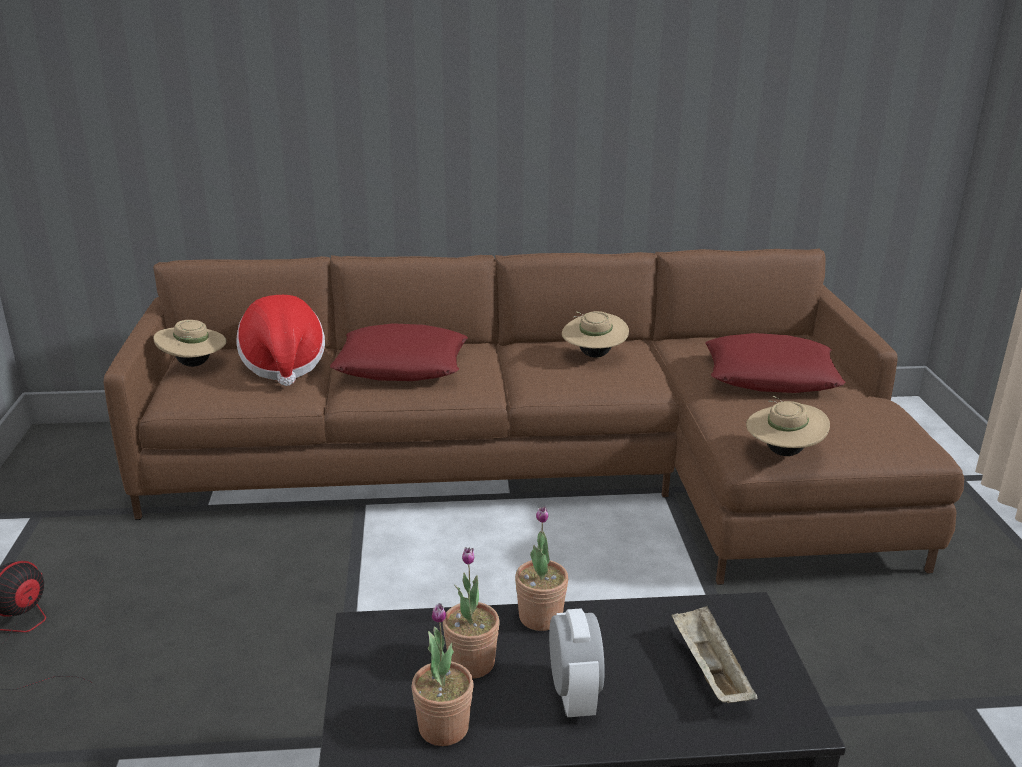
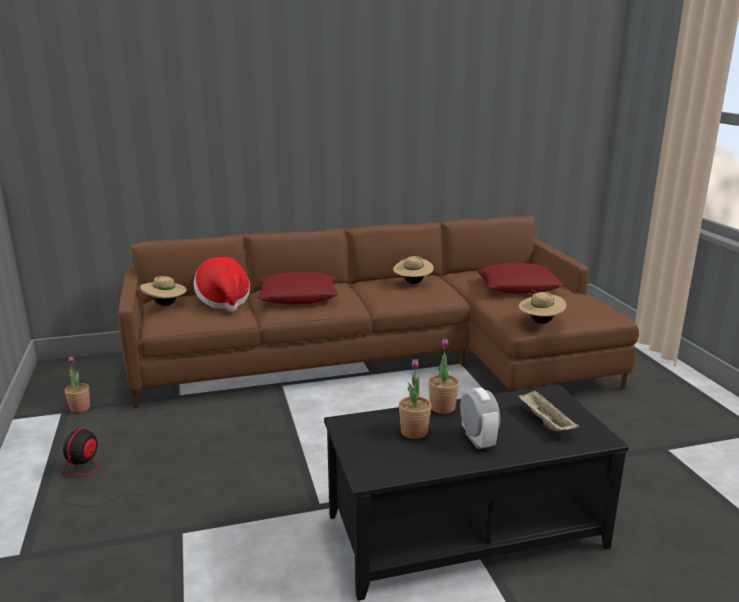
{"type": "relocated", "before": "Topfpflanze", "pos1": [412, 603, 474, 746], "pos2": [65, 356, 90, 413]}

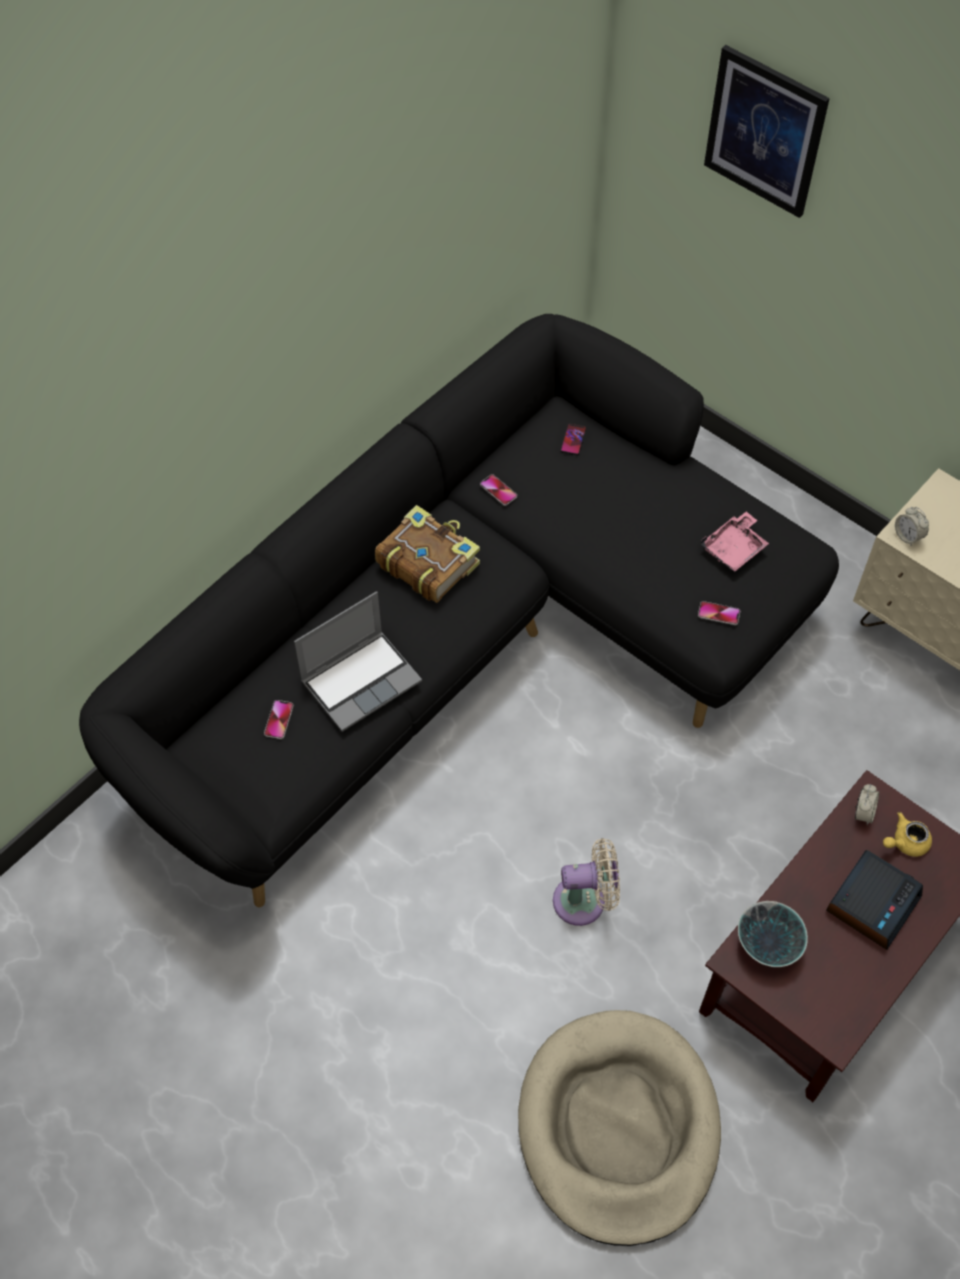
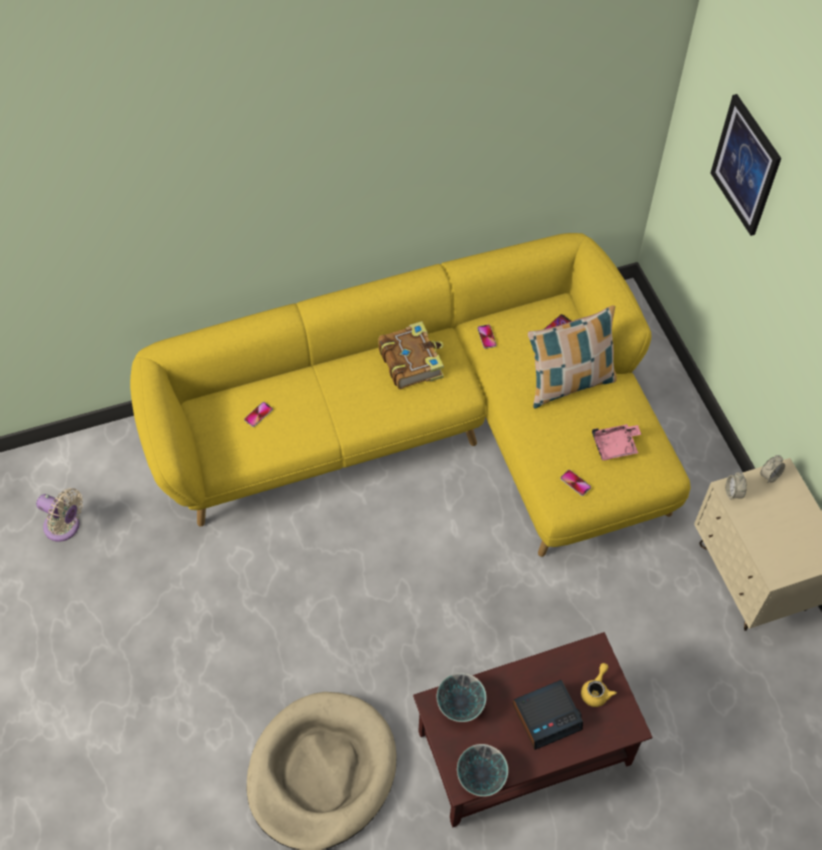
{"type": "missing", "before": "Laptop", "pos1": [294, 591, 422, 732]}
{"type": "appeared", "after": "Schüssel", "pos2": [457, 744, 508, 797]}
{"type": "appeared", "after": "Kissen", "pos2": [528, 305, 617, 408]}
{"type": "relocated", "before": "Ventilator (beige)", "pos1": [553, 838, 620, 926], "pos2": [36, 488, 83, 542]}
{"type": "relocated", "before": "Wecker", "pos1": [855, 784, 879, 825], "pos2": [760, 455, 785, 483]}
{"type": "colour", "before": "Sofa (schwarz)", "after": "Sofa (gelb)", "pos1": [79, 314, 839, 907], "pos2": [130, 233, 691, 557]}
{"type": "spun", "before": "Teekanne (gelb)", "pos1": [883, 812, 932, 857], "pos2": [581, 663, 617, 707], "turn": 105}

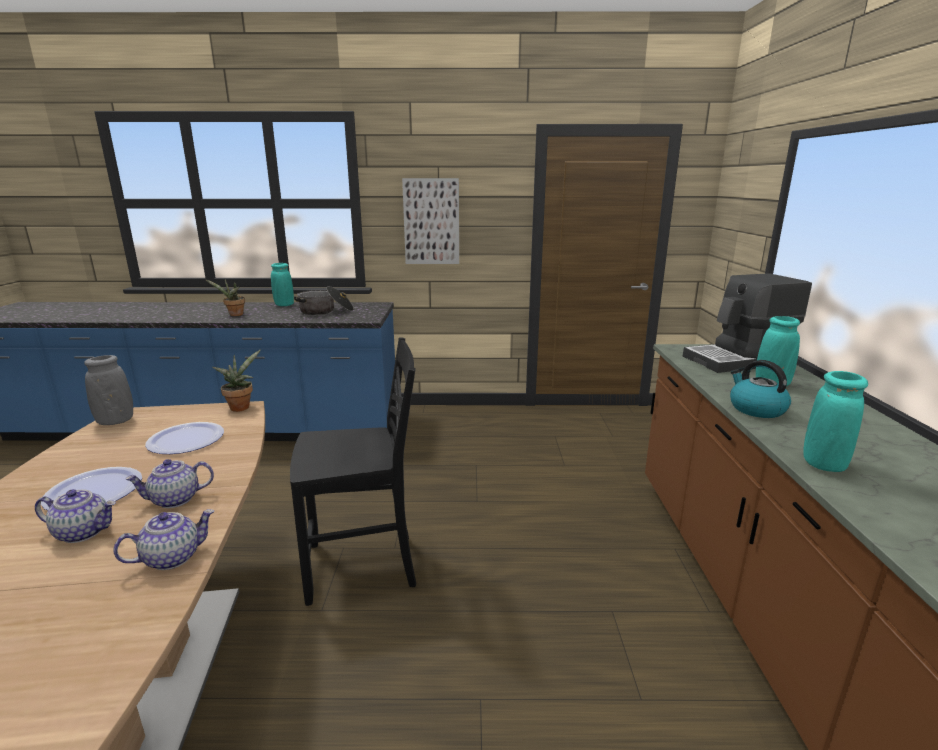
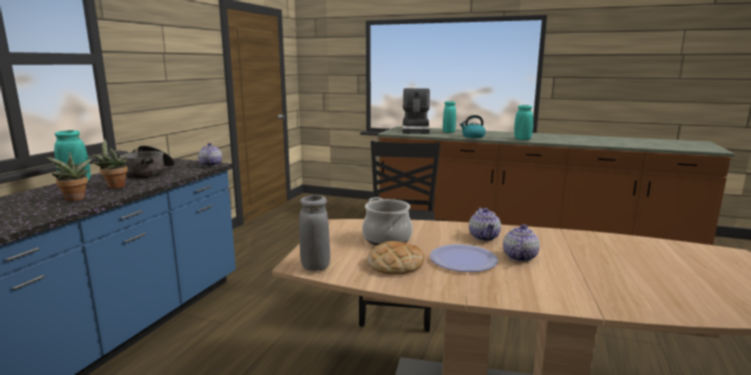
{"type": "missing", "before": "Bild", "pos1": [402, 178, 459, 264]}
{"type": "appeared", "after": "Brot", "pos2": [367, 241, 424, 275]}
{"type": "relocated", "before": "Teekanne", "pos1": [113, 509, 214, 570], "pos2": [198, 143, 222, 167]}
{"type": "relocated", "before": "Topfpflanze", "pos1": [212, 350, 261, 412], "pos2": [92, 139, 128, 189]}
{"type": "exchanged", "before": "Teller", "after": "Kochtopf", "pos1": [145, 422, 224, 454], "pos2": [362, 197, 413, 245]}

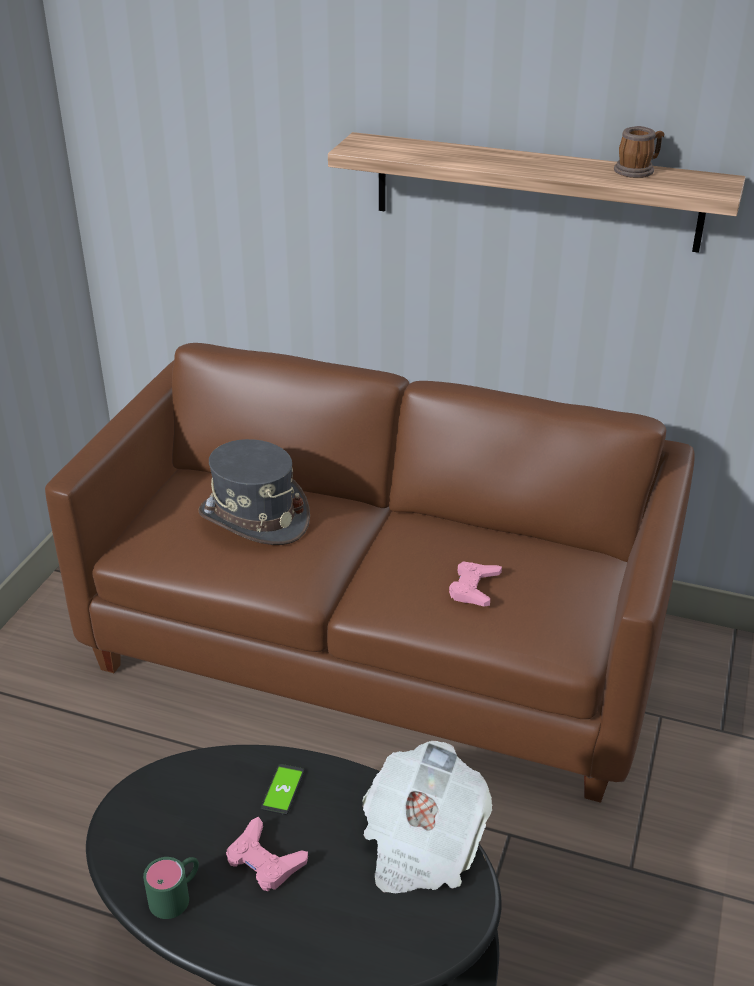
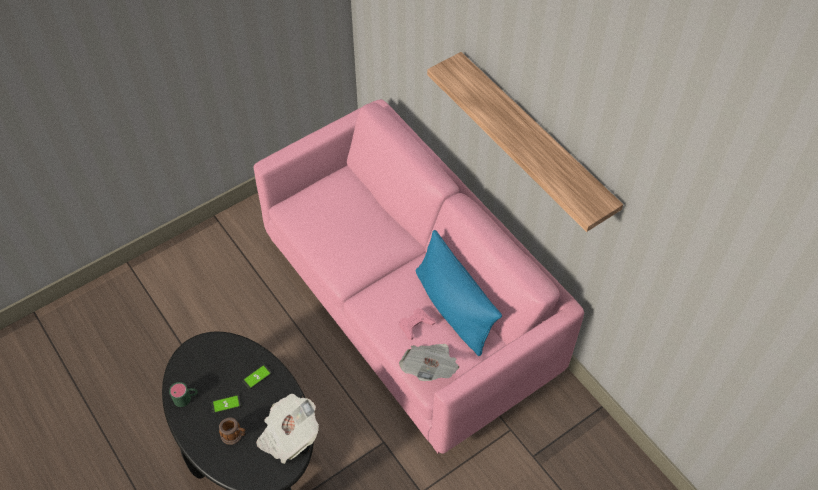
{"type": "missing", "before": "Hut (grau)", "pos1": [198, 439, 310, 545]}
{"type": "appeared", "after": "Zeitung", "pos2": [399, 344, 459, 381]}
{"type": "appeared", "after": "Kissen (blau)", "pos2": [416, 230, 502, 356]}
{"type": "relocated", "before": "Henkelbecher", "pos1": [614, 126, 664, 178], "pos2": [219, 417, 245, 445]}
{"type": "exchanged", "before": "Gamepad (rosa)", "after": "Handy", "pos1": [226, 817, 308, 891], "pos2": [211, 395, 242, 414]}
{"type": "colour", "before": "Sofa (braun)", "after": "Sofa (rosa)", "pos1": [45, 343, 695, 803], "pos2": [254, 99, 584, 454]}

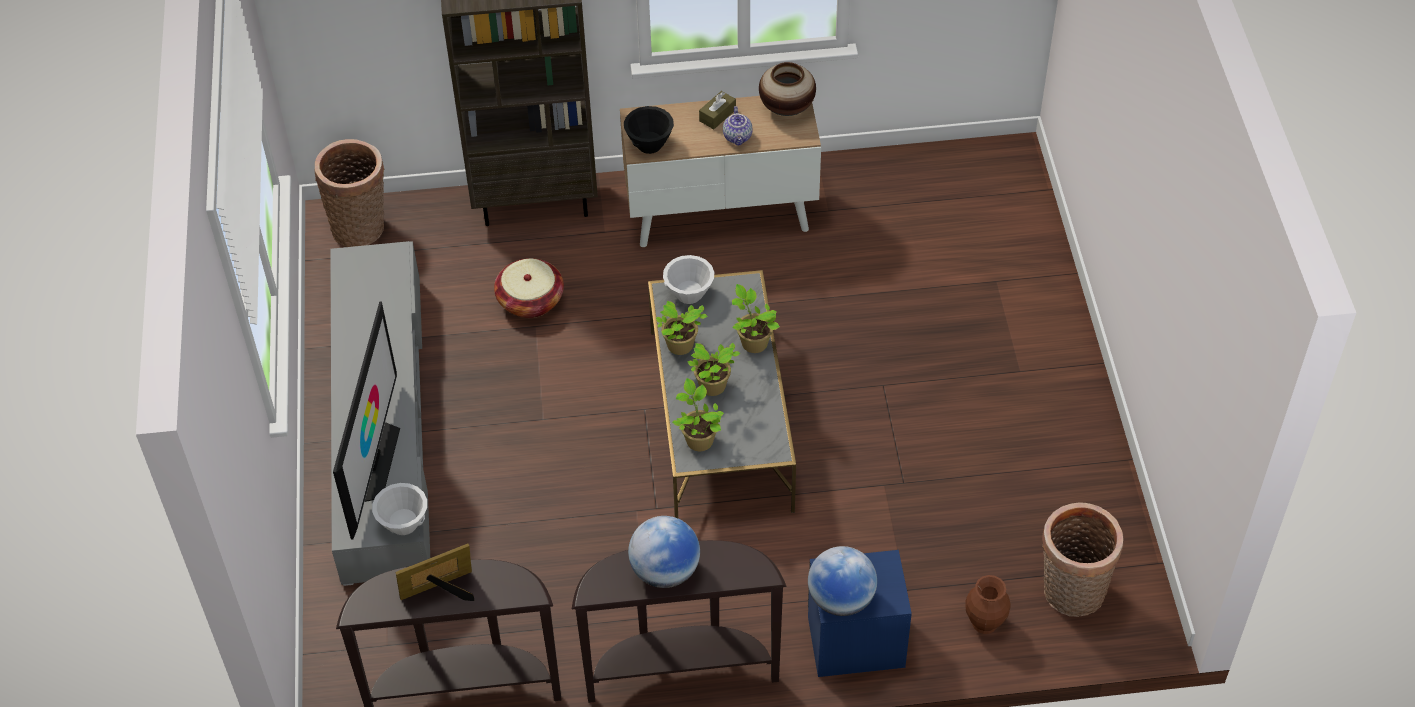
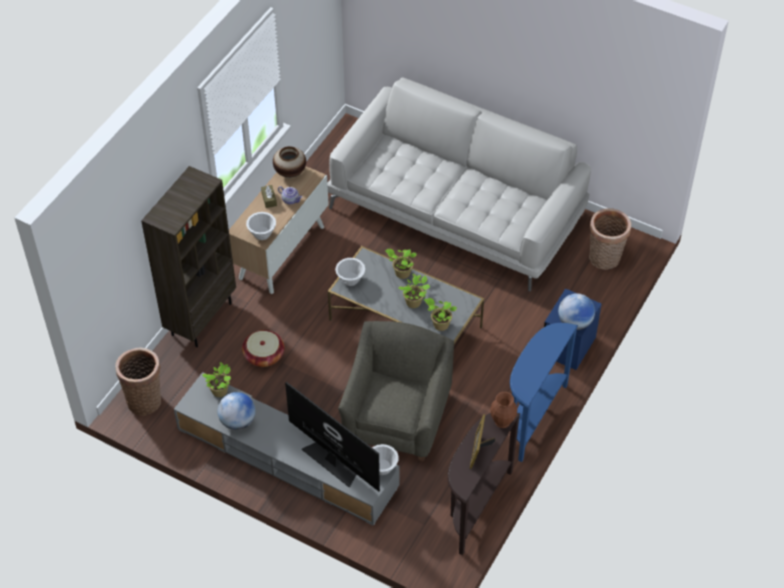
{"type": "appeared", "after": "Sofa (weiß)", "pos2": [327, 78, 592, 291]}
{"type": "appeared", "after": "Sessel (grau)", "pos2": [338, 321, 454, 461]}
{"type": "relocated", "before": "Globus", "pos1": [628, 516, 700, 588], "pos2": [218, 392, 256, 430]}
{"type": "relocated", "before": "Topfpflanze", "pos1": [656, 301, 708, 355], "pos2": [202, 362, 231, 397]}
{"type": "relocated", "before": "Vase (braun)", "pos1": [966, 575, 1011, 634], "pos2": [490, 392, 517, 428]}
{"type": "colour", "before": "Konsolentisch (braun)", "after": "Konsolentisch (blau)", "pos1": [572, 540, 787, 703], "pos2": [510, 323, 578, 462]}
{"type": "colour", "before": "Schüssel (schwarz)", "after": "Schüssel (weiß)", "pos1": [624, 106, 674, 154], "pos2": [246, 212, 276, 240]}

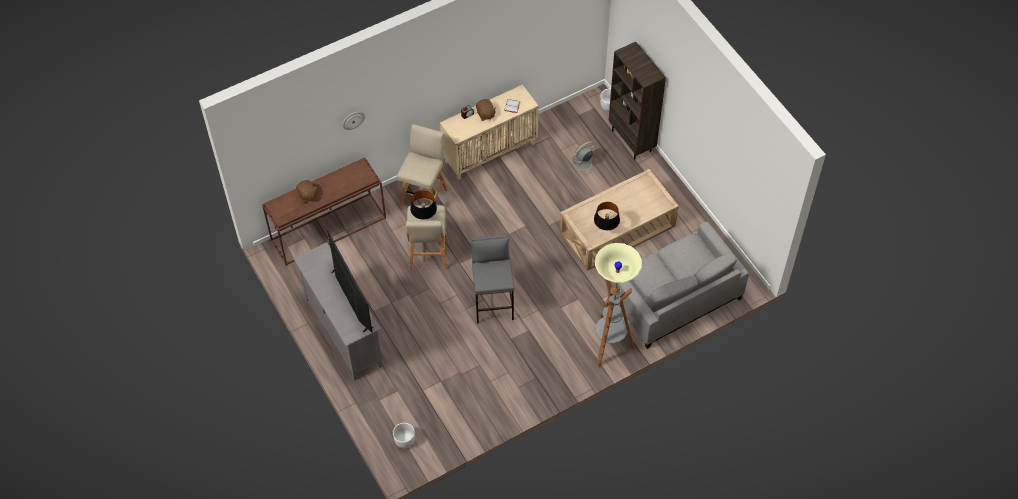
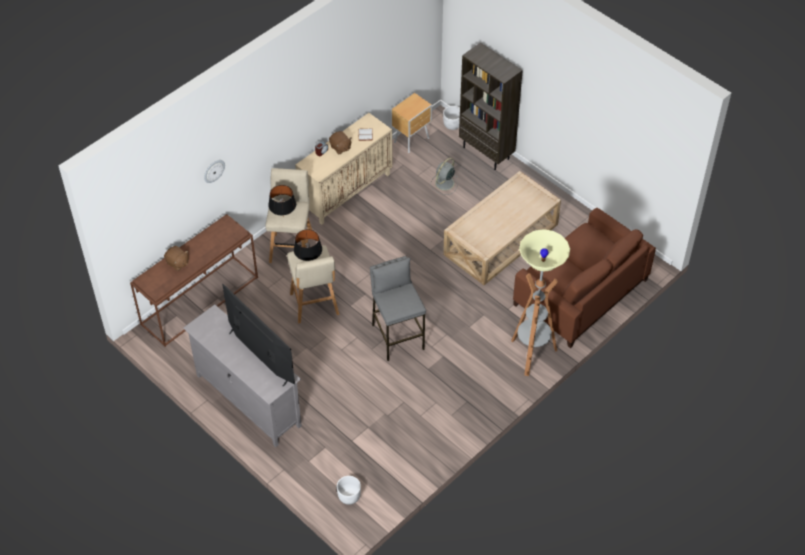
{"type": "appeared", "after": "Nachttisch (braun)", "pos2": [392, 93, 432, 153]}
{"type": "relocated", "before": "Tischlampe (schwarz)", "pos1": [594, 202, 620, 230], "pos2": [268, 185, 296, 217]}
{"type": "colour", "before": "Sofa (grau)", "after": "Sofa (braun)", "pos1": [610, 222, 749, 349], "pos2": [513, 208, 656, 348]}

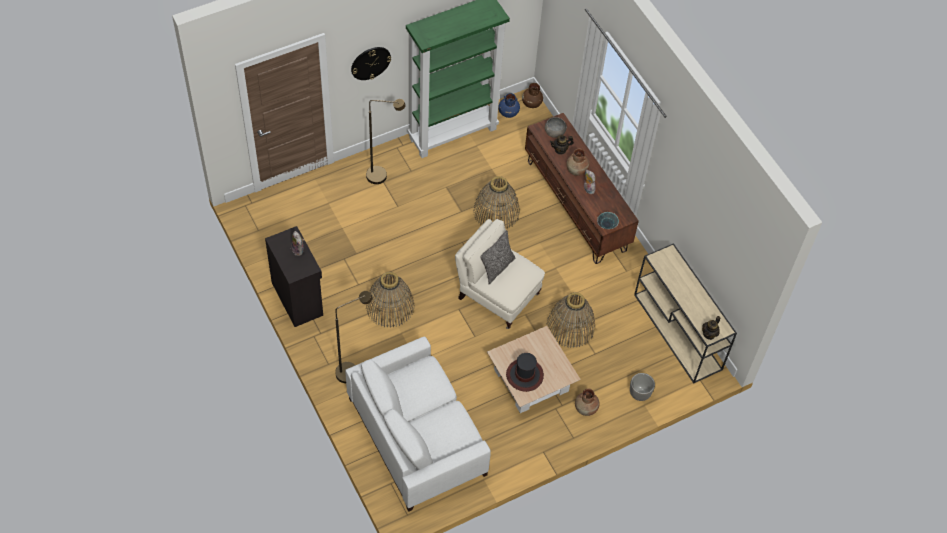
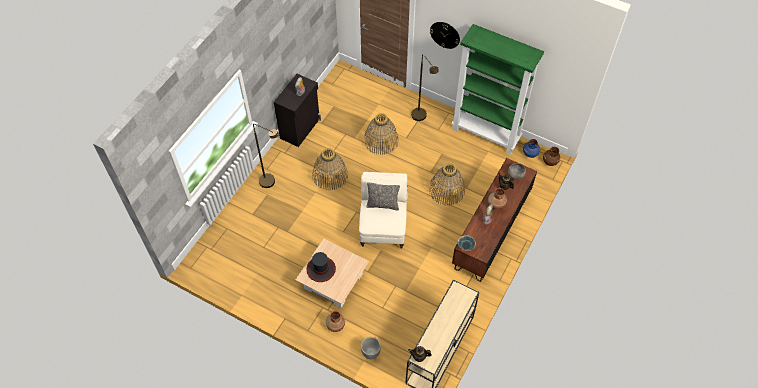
{"type": "missing", "before": "Sofa (weiß)", "pos1": [345, 337, 491, 512]}
{"type": "relocated", "before": "Korb", "pos1": [546, 292, 595, 348], "pos2": [364, 113, 399, 155]}

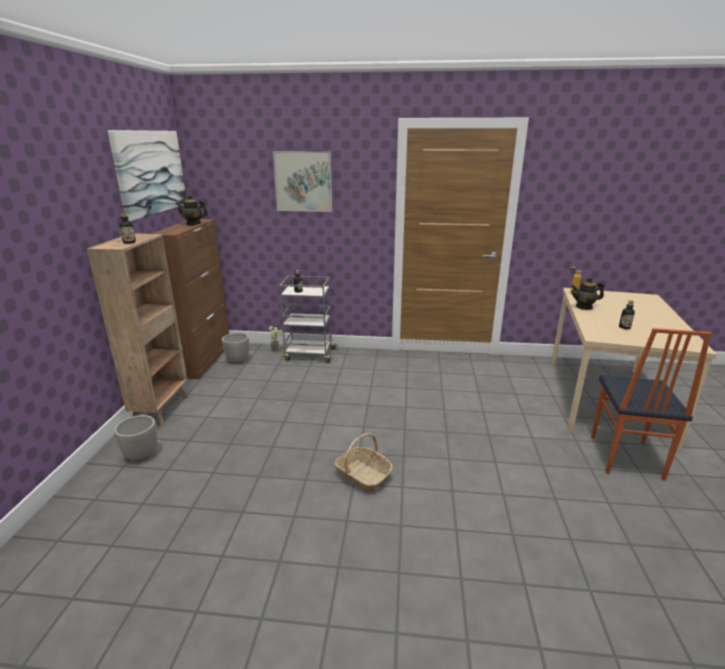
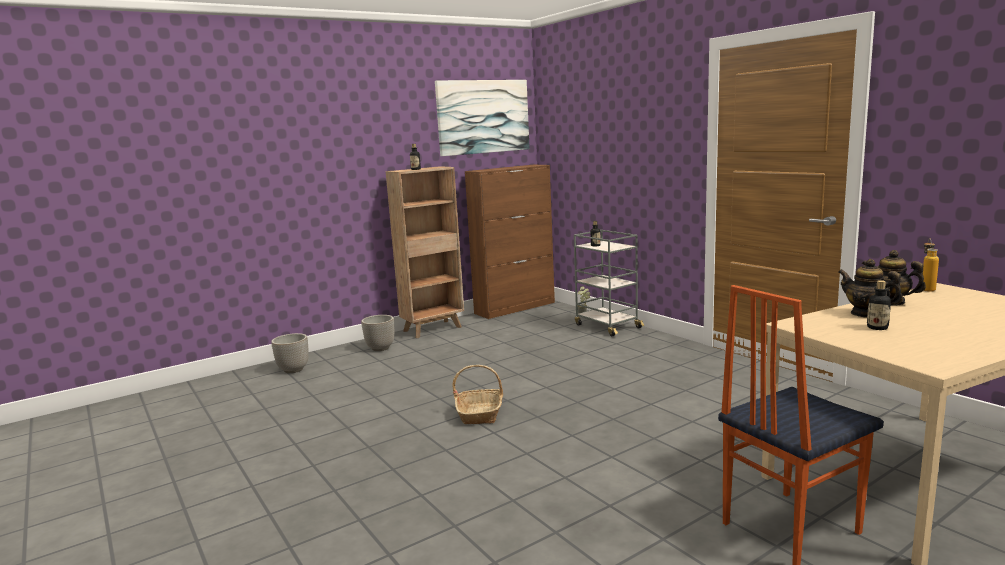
{"type": "missing", "before": "Bild", "pos1": [273, 151, 332, 212]}
{"type": "relocated", "before": "Teekanne", "pos1": [175, 194, 208, 225], "pos2": [838, 259, 903, 317]}
{"type": "relocated", "before": "Pflanzkübel", "pos1": [222, 333, 249, 364], "pos2": [271, 333, 309, 373]}

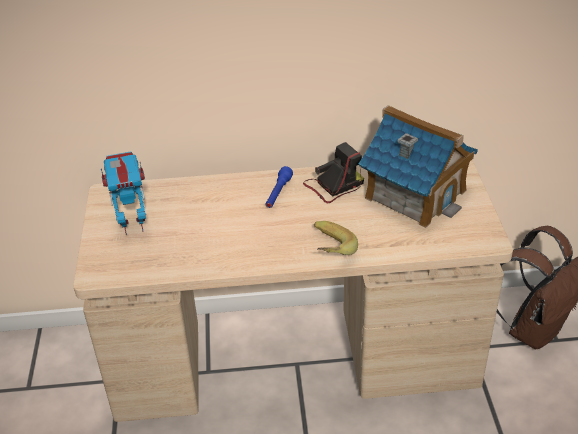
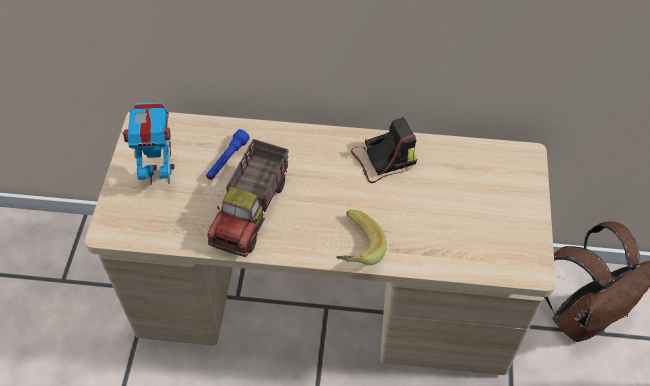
{"type": "missing", "before": "Spielzeughaus", "pos1": [359, 105, 478, 228]}
{"type": "appeared", "after": "Spielzeuglaster", "pos2": [207, 139, 289, 257]}
{"type": "relocated", "before": "Taschenlampe (blau)", "pos1": [266, 166, 293, 208], "pos2": [206, 129, 250, 180]}

